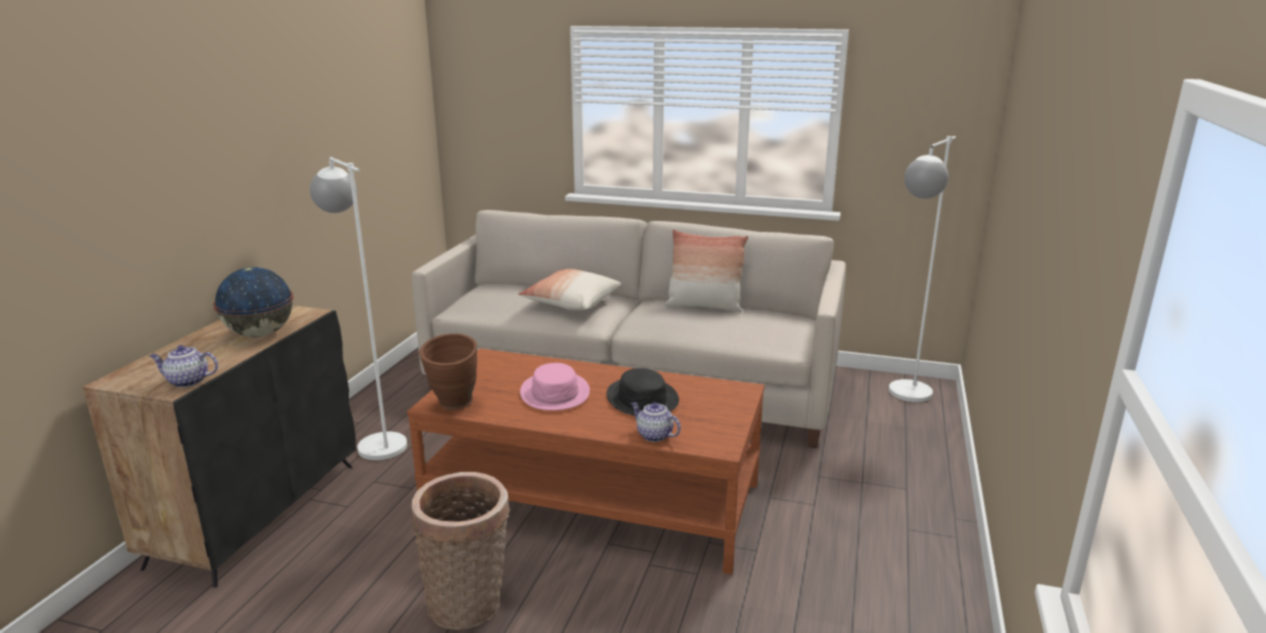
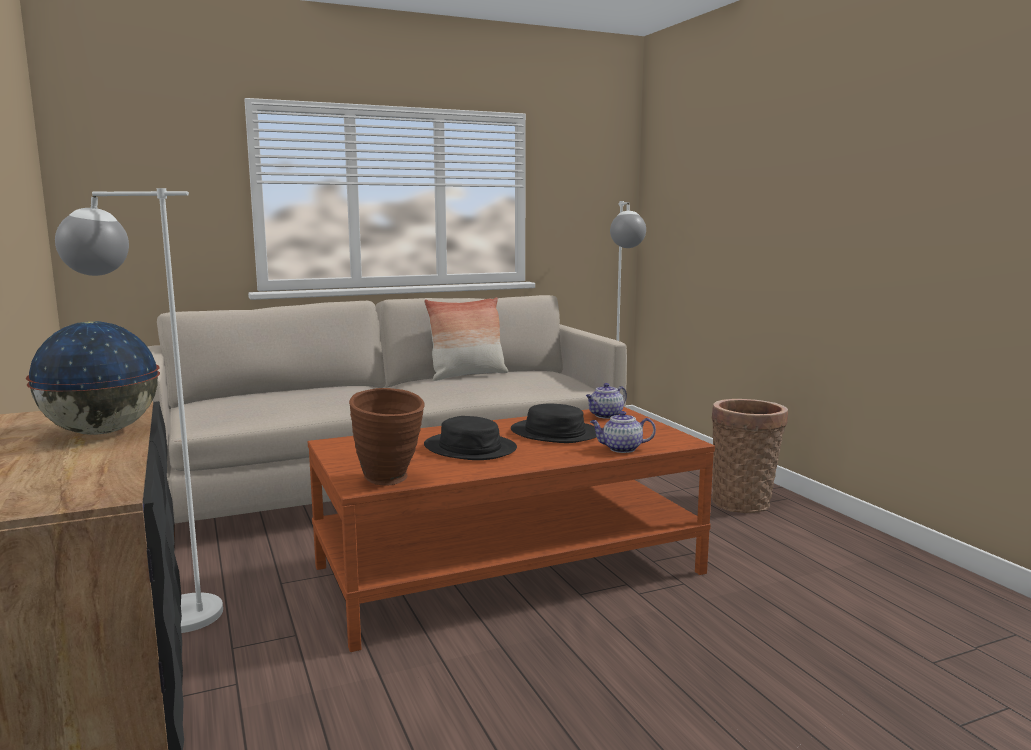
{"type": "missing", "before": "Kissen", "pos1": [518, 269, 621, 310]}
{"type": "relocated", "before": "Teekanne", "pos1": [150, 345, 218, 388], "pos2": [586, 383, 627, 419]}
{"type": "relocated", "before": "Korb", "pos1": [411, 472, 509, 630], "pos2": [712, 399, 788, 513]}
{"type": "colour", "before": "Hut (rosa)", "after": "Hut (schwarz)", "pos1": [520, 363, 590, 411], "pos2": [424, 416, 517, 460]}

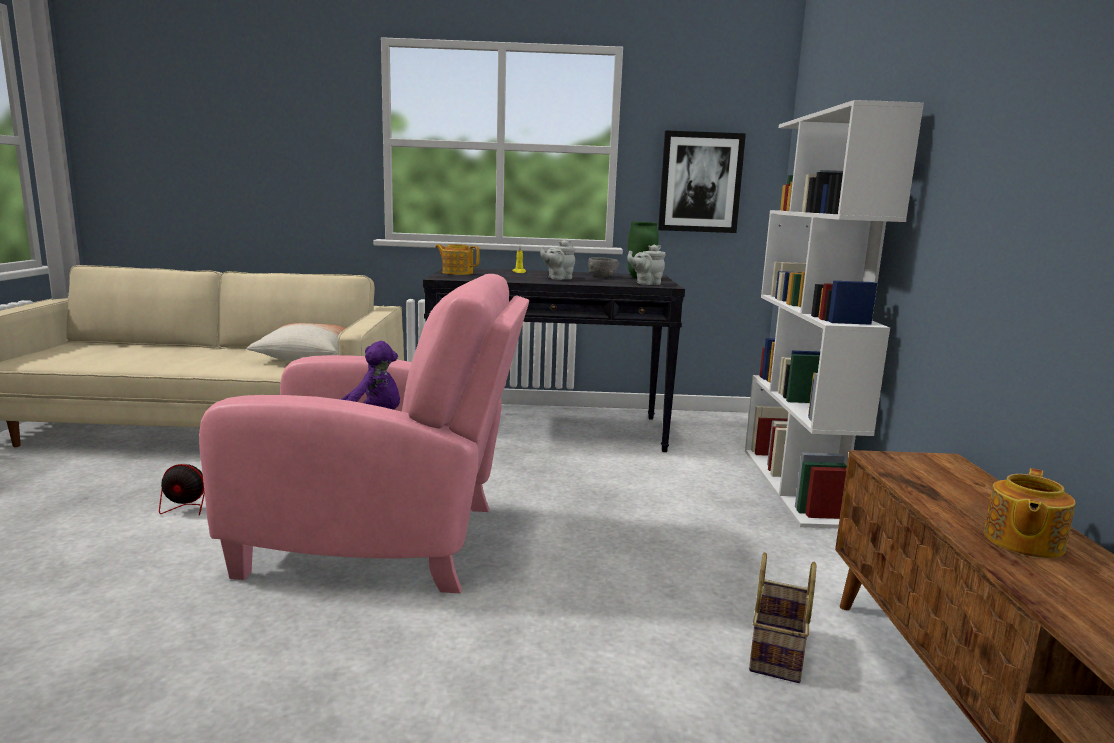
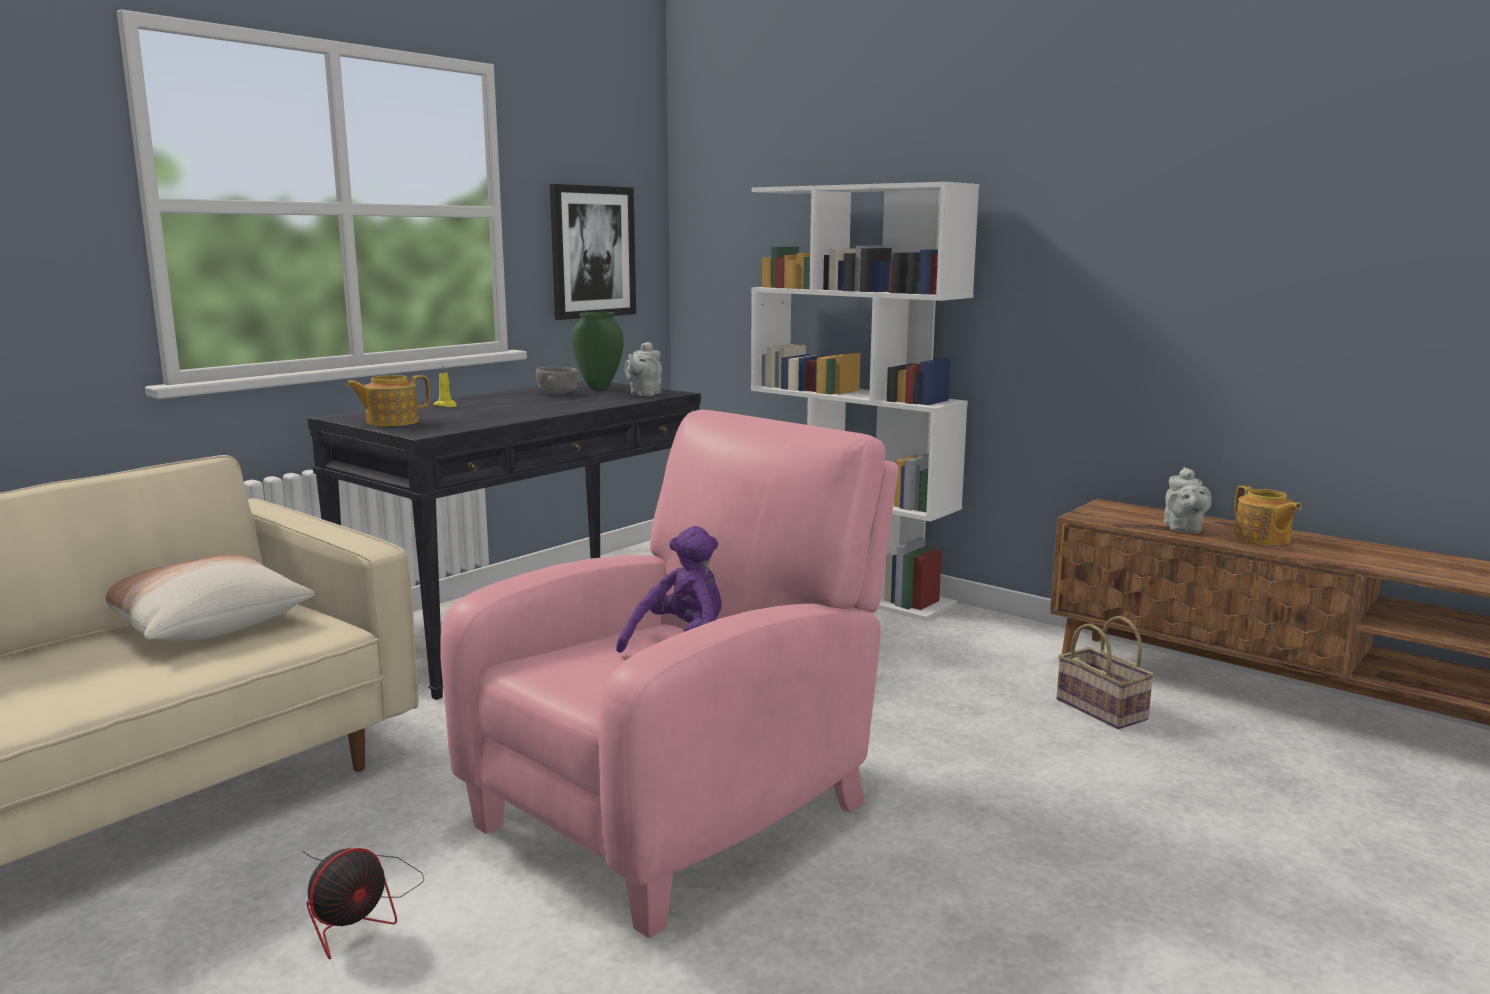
{"type": "relocated", "before": "Teekanne (grau)", "pos1": [540, 240, 575, 280], "pos2": [1164, 467, 1212, 534]}

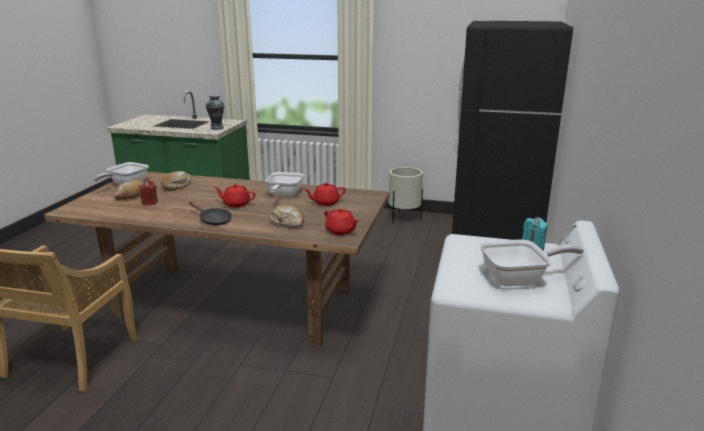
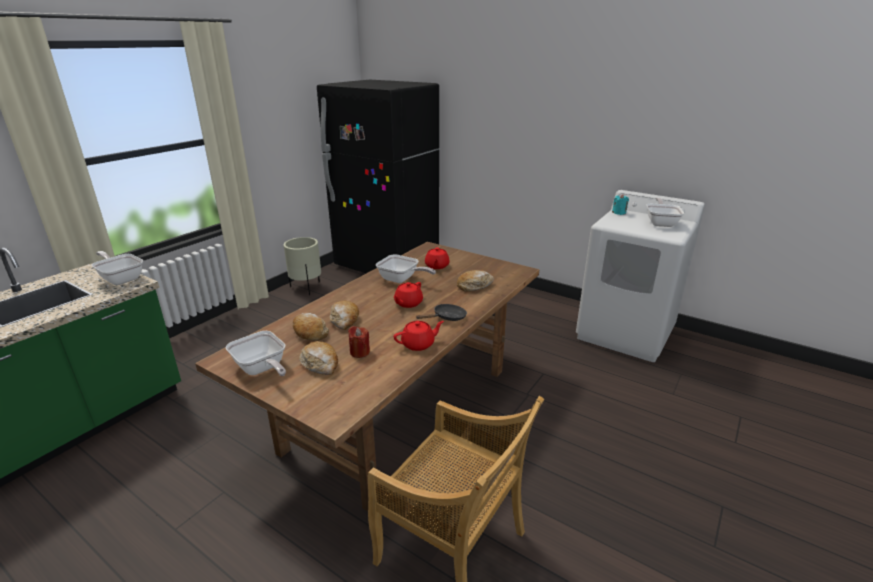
{"type": "appeared", "after": "Brot", "pos2": [330, 301, 359, 330]}
{"type": "relocated", "before": "Teekanne (rot)", "pos1": [325, 208, 359, 235], "pos2": [394, 321, 444, 351]}
{"type": "exchanged", "before": "Vase", "after": "Pfanne", "pos1": [205, 95, 224, 130], "pos2": [92, 251, 143, 285]}

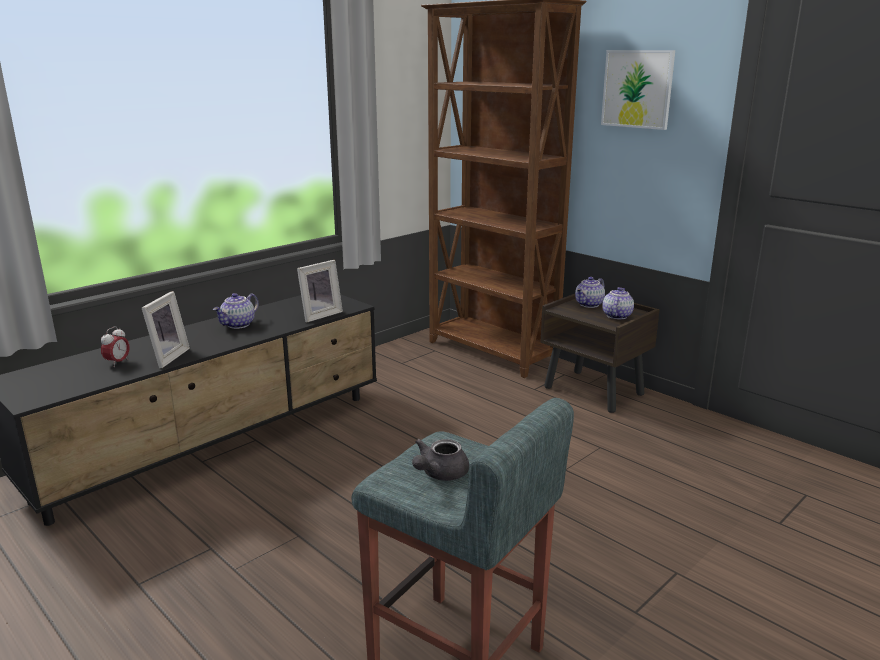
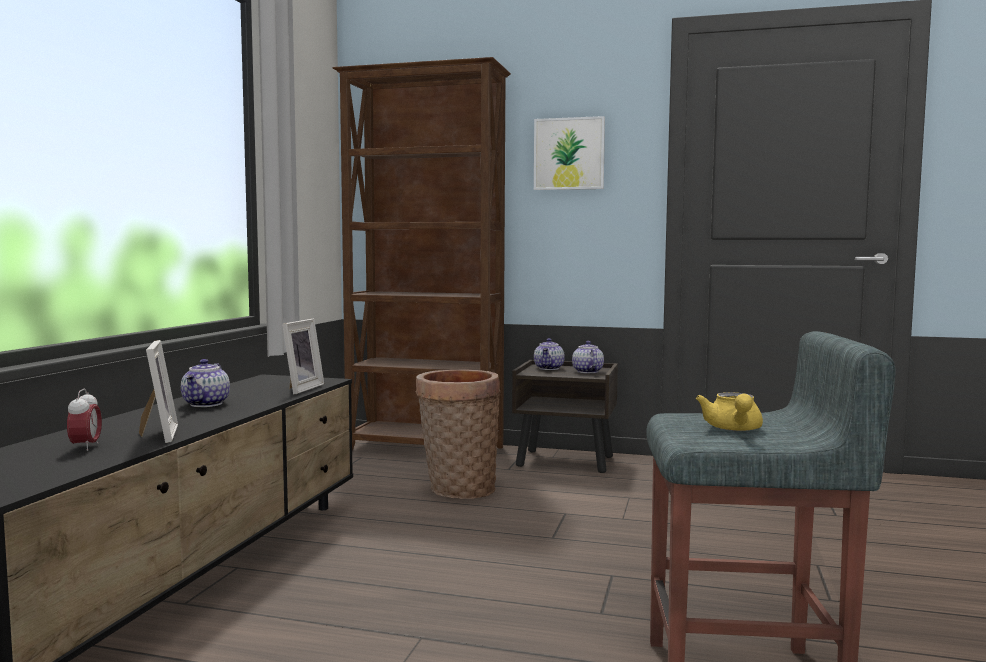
{"type": "appeared", "after": "Korb", "pos2": [416, 369, 500, 499]}
{"type": "colour", "before": "Teekanne (grau)", "after": "Teekanne (gelb)", "pos1": [412, 439, 469, 481], "pos2": [696, 392, 763, 431]}

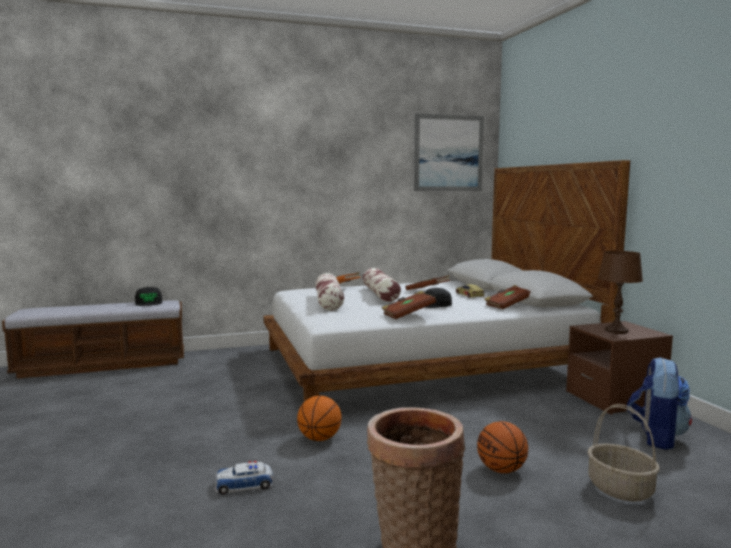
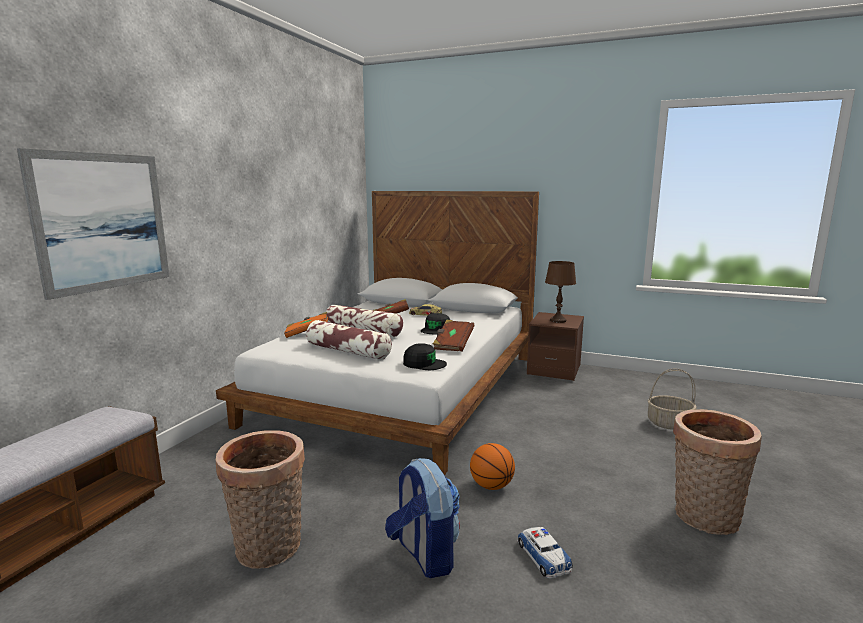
{"type": "missing", "before": "Basketball", "pos1": [477, 421, 528, 473]}
{"type": "missing", "before": "Buch (braun)", "pos1": [484, 285, 530, 309]}
{"type": "appeared", "after": "Korb", "pos2": [216, 430, 305, 569]}
{"type": "relocated", "before": "Kappe (schwarz)", "pos1": [135, 287, 162, 306], "pos2": [403, 343, 447, 370]}
{"type": "relocated", "before": "Bild", "pos1": [414, 113, 484, 191], "pos2": [17, 148, 169, 300]}
{"type": "relocated", "before": "Rucksack", "pos1": [627, 357, 692, 450], "pos2": [385, 458, 460, 578]}
{"type": "spun", "before": "Spielzeugauto", "pos1": [214, 461, 273, 495], "pos2": [517, 527, 573, 579], "turn": -45}

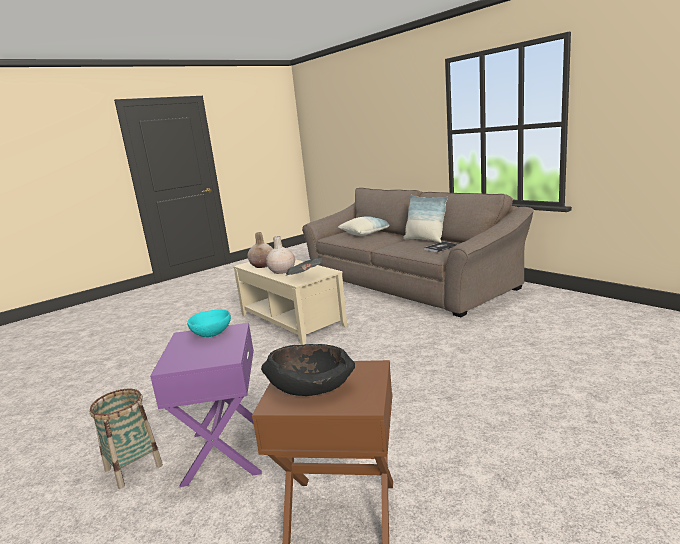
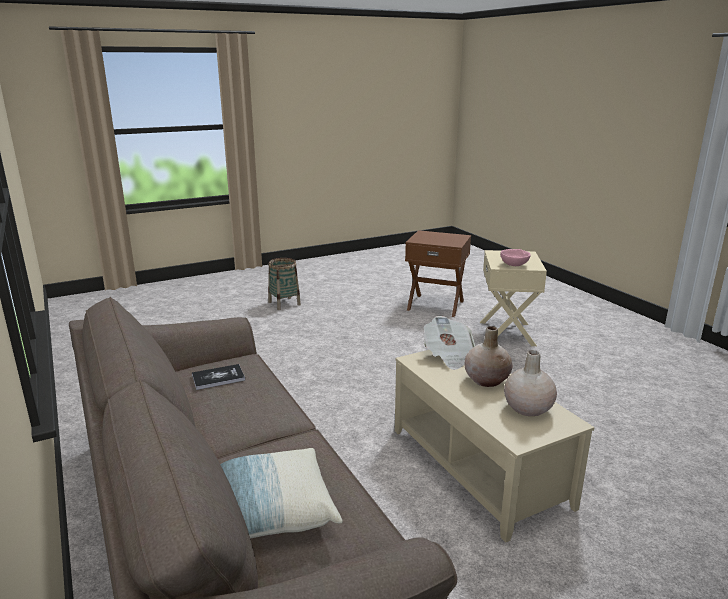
{"type": "missing", "before": "Schüssel (schwarz)", "pos1": [261, 344, 355, 396]}
{"type": "missing", "before": "Kissen", "pos1": [403, 195, 448, 243]}
{"type": "relocated", "before": "Korb", "pos1": [90, 389, 163, 489], "pos2": [268, 258, 301, 310]}
{"type": "colour", "before": "Beistelltisch (lila)", "after": "Beistelltisch (beige)", "pos1": [150, 323, 262, 487], "pos2": [480, 250, 547, 346]}
{"type": "colour", "before": "Schüssel (türkis)", "after": "Schüssel (rosa)", "pos1": [187, 309, 231, 337], "pos2": [500, 249, 531, 266]}

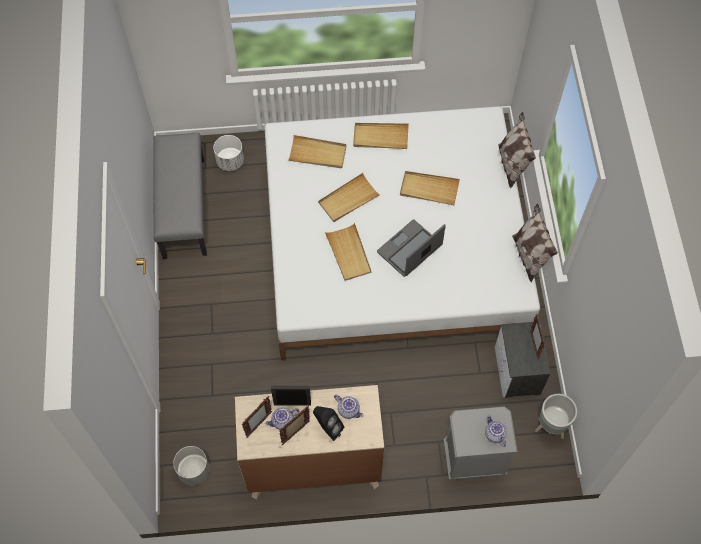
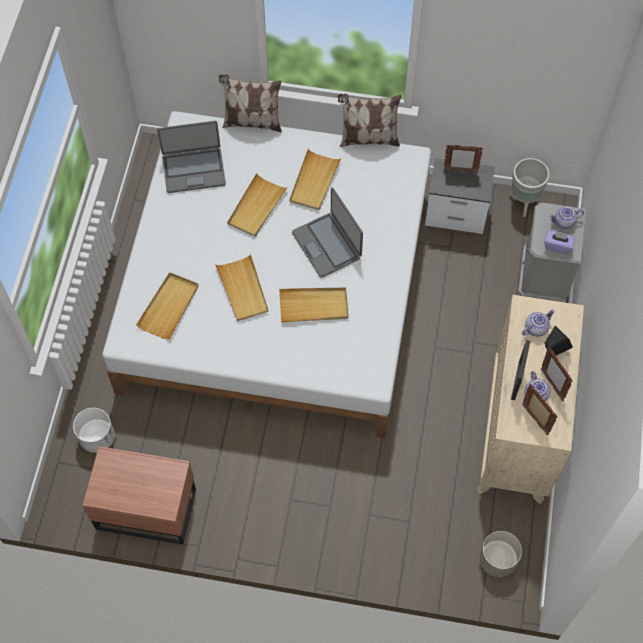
{"type": "appeared", "after": "Laptop", "pos2": [157, 121, 226, 193]}
{"type": "appeared", "after": "Taschentuchbox (lila)", "pos2": [545, 230, 575, 254]}
{"type": "relocated", "before": "Tablett (beige)", "pos1": [353, 123, 409, 149], "pos2": [289, 149, 342, 210]}
{"type": "exchanged", "before": "Bank (grau)", "after": "Nachttisch (braun)", "pos1": [153, 132, 207, 259], "pos2": [82, 446, 196, 544]}

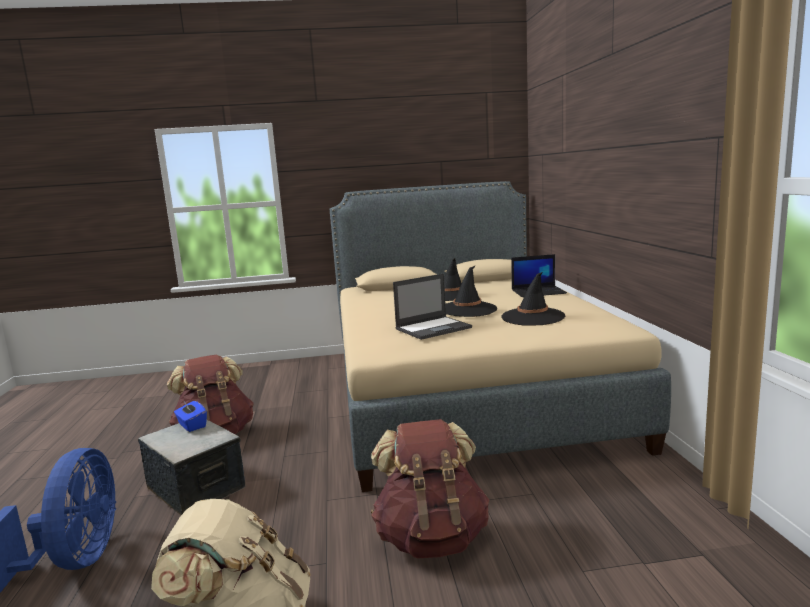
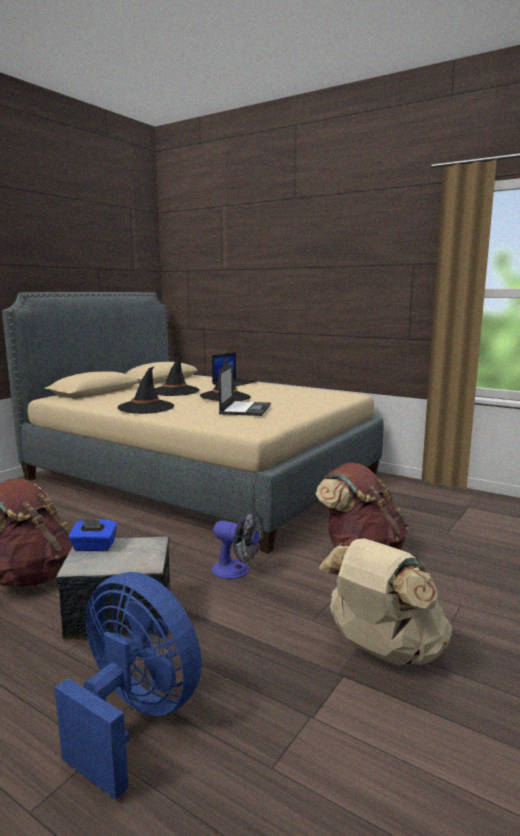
{"type": "appeared", "after": "Ventilator", "pos2": [212, 511, 264, 579]}
{"type": "relocated", "before": "Hut (schwarz)", "pos1": [501, 272, 565, 325], "pos2": [118, 366, 174, 414]}

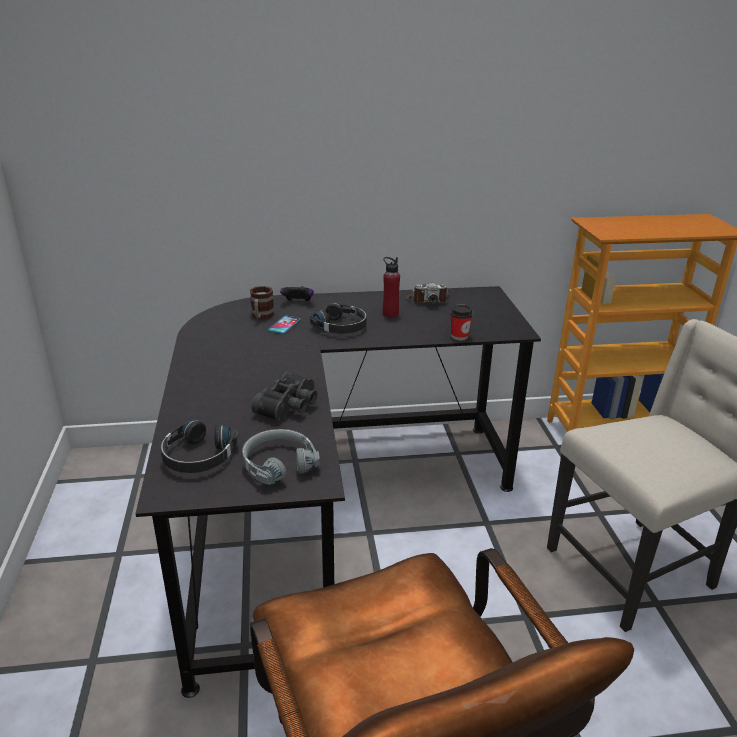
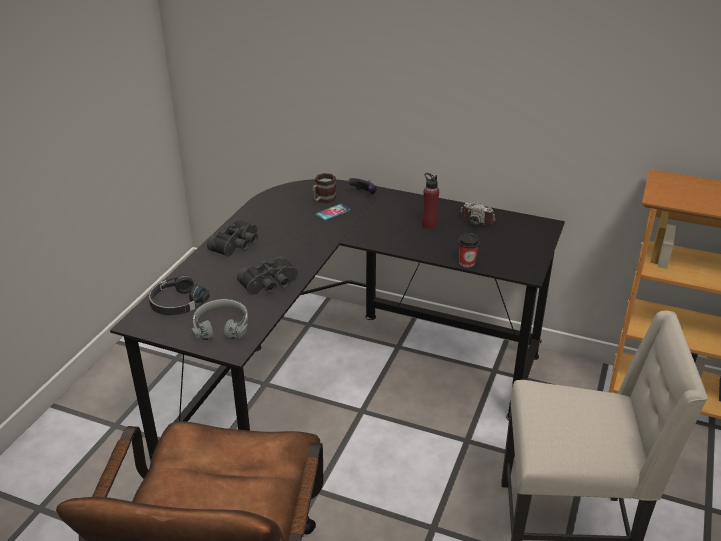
{"type": "missing", "before": "Kopfhörer (schwarz)", "pos1": [310, 303, 367, 334]}
{"type": "appeared", "after": "Fernglas (schwarz)", "pos2": [207, 219, 258, 257]}

